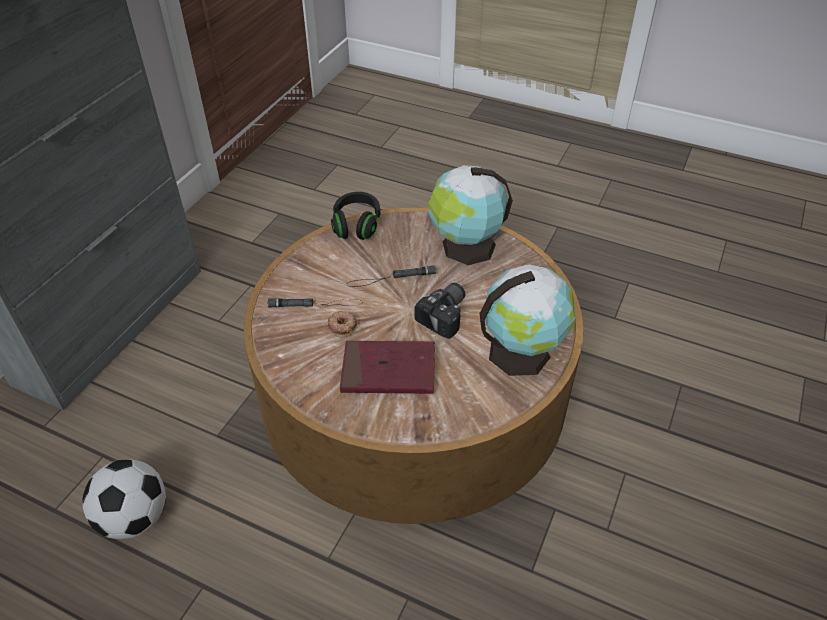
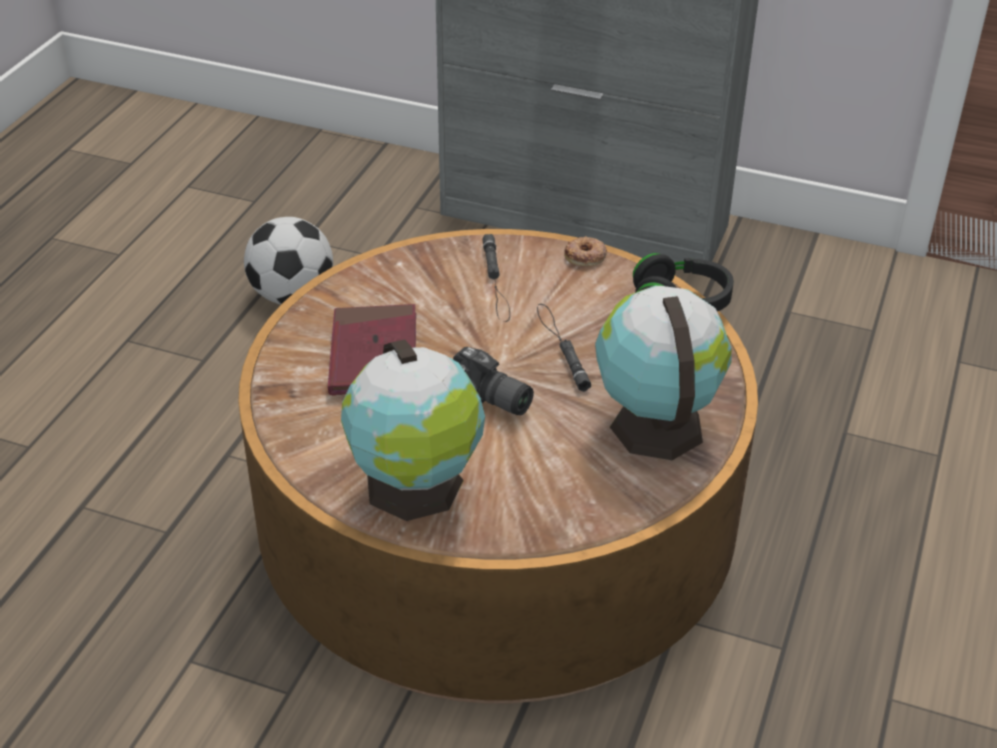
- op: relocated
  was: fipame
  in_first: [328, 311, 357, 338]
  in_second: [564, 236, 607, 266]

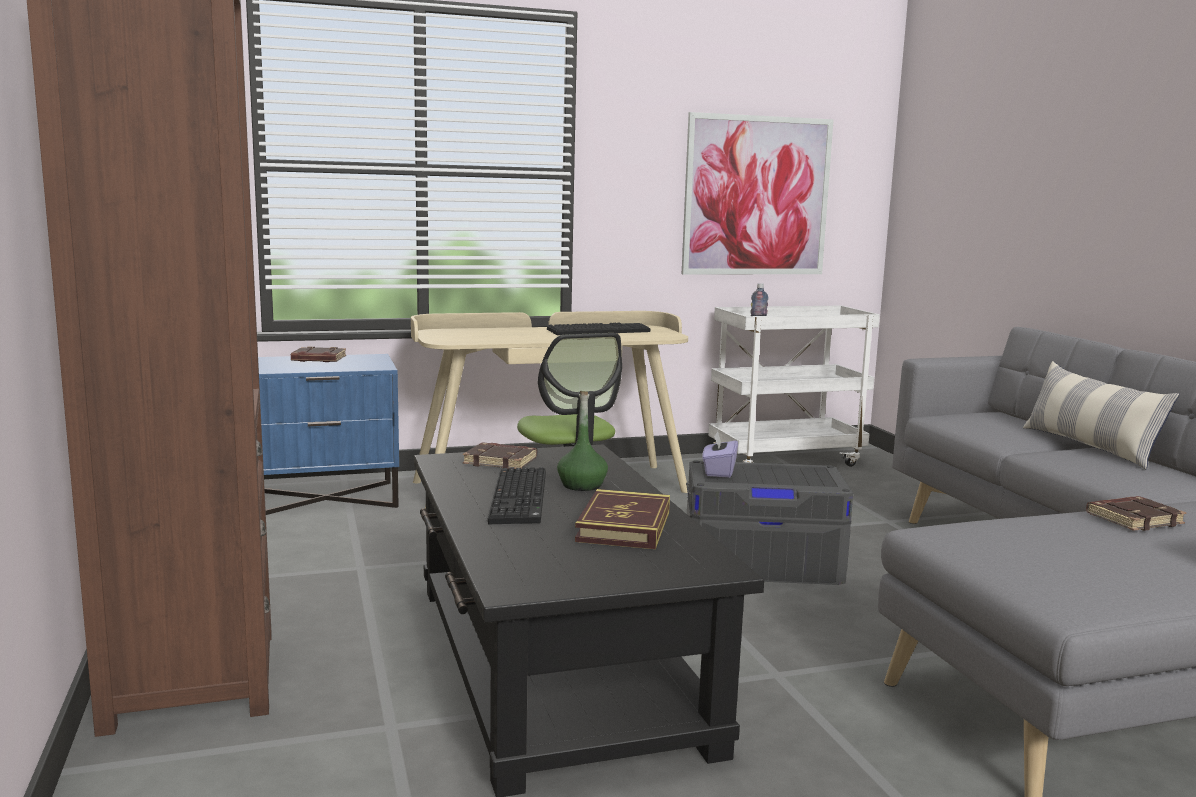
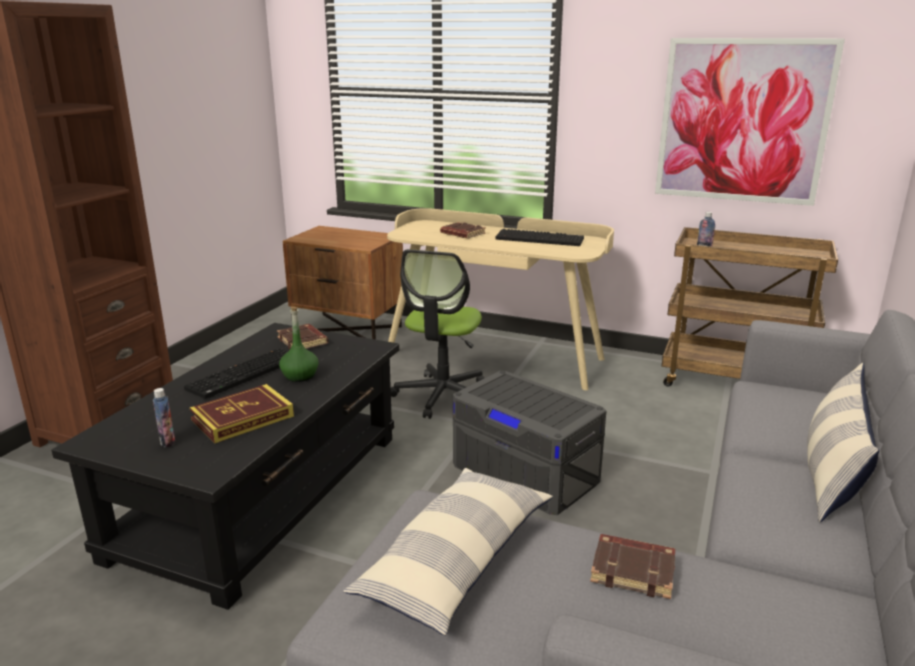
- op: missing
  was: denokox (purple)
  in_first: [702, 431, 738, 478]
- op: appeared
  now: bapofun
  in_second: [153, 388, 175, 448]
- op: appeared
  now: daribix
  in_second: [343, 468, 553, 636]
- op: relocated
  was: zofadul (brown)
  in_first: [291, 346, 346, 362]
  in_second: [440, 222, 486, 238]
- op: colour
  was: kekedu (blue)
  now: kekedu (brown)
  in_first: [258, 354, 399, 515]
  in_second: [283, 226, 403, 340]
- op: colour
  was: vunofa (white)
  now: vunofa (brown)
  in_first: [708, 306, 880, 467]
  in_second: [662, 227, 838, 386]

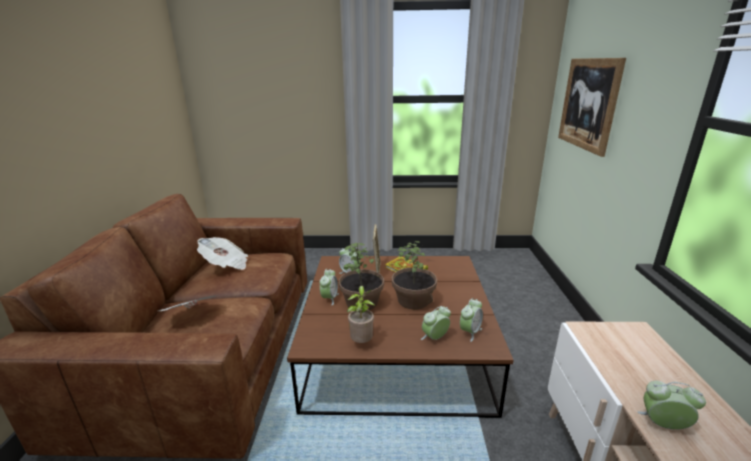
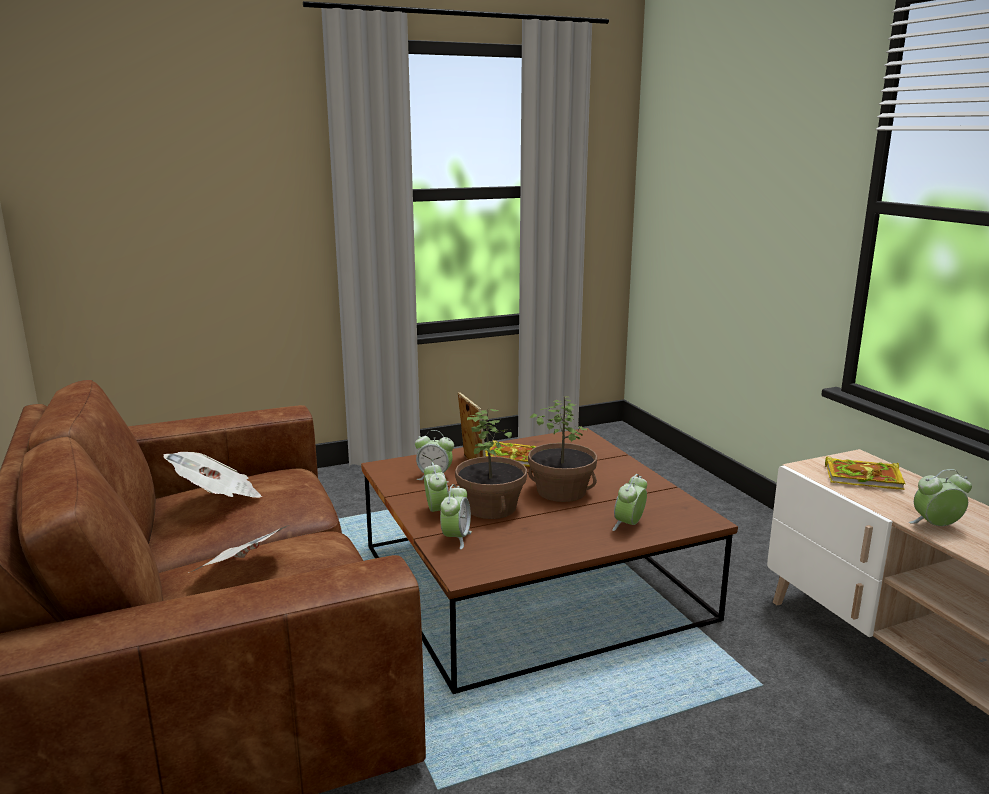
- op: missing
  was: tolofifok
  in_first: [347, 286, 375, 343]
- op: missing
  was: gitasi
  in_first: [558, 58, 626, 157]
- op: appeared
  now: zofadul
  in_second: [825, 456, 906, 490]
- op: relocated
  was: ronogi
  in_first: [460, 298, 483, 342]
  in_second: [440, 484, 472, 549]

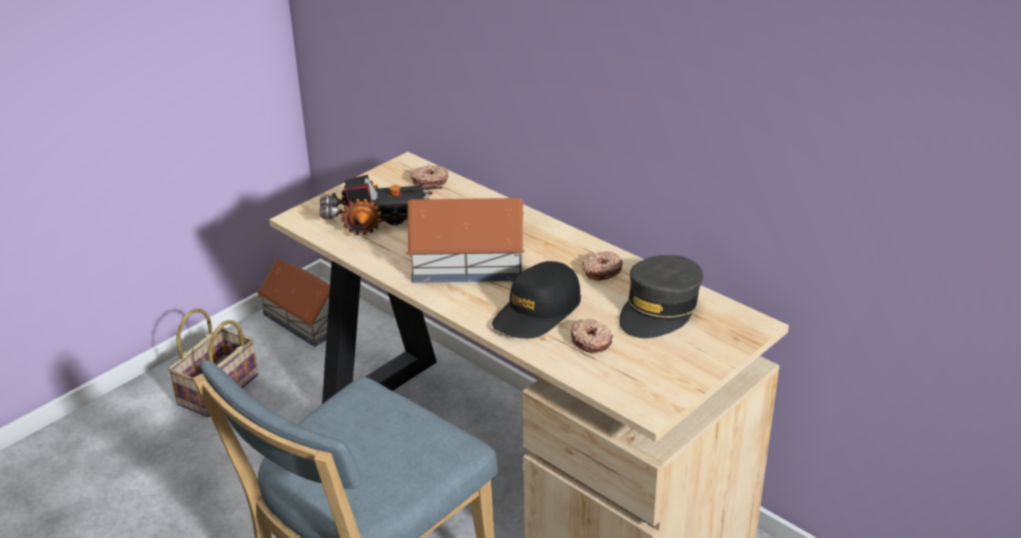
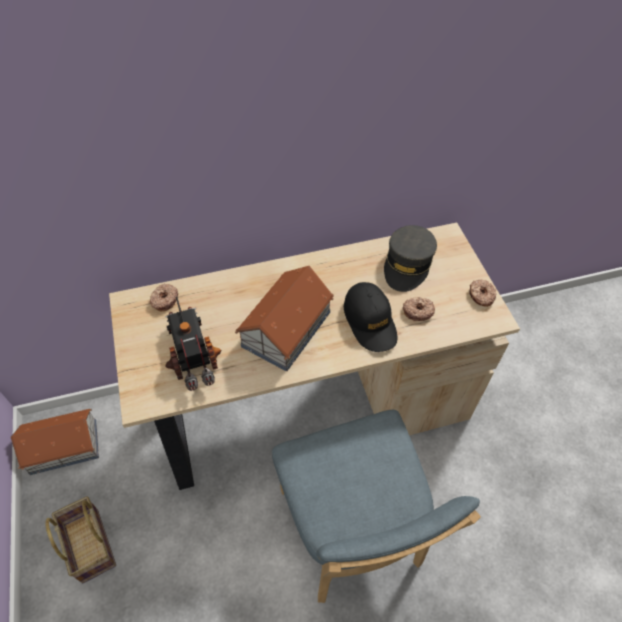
- op: relocated
  was: fipame
  in_first: [582, 251, 623, 281]
  in_second: [469, 280, 496, 307]
- op: spun
  was: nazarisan
  in_first: [319, 174, 442, 235]
  in_second: [165, 297, 221, 391]
  clockwise: -45
- op: spun
  was: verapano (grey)
  in_first: [619, 255, 703, 338]
  in_second: [384, 225, 437, 292]
  clockwise: 45

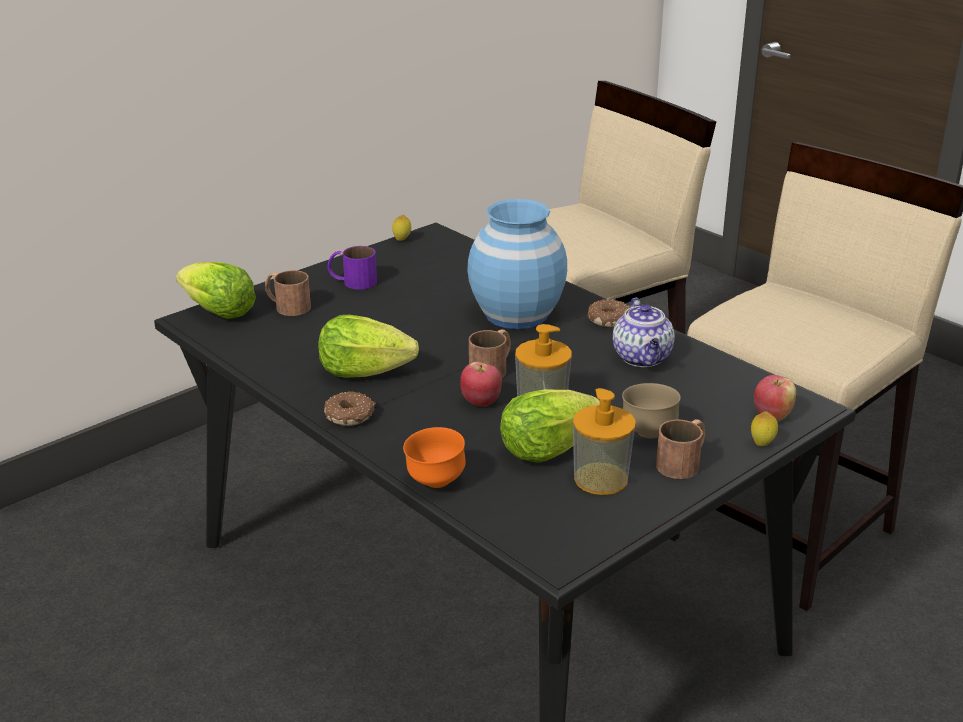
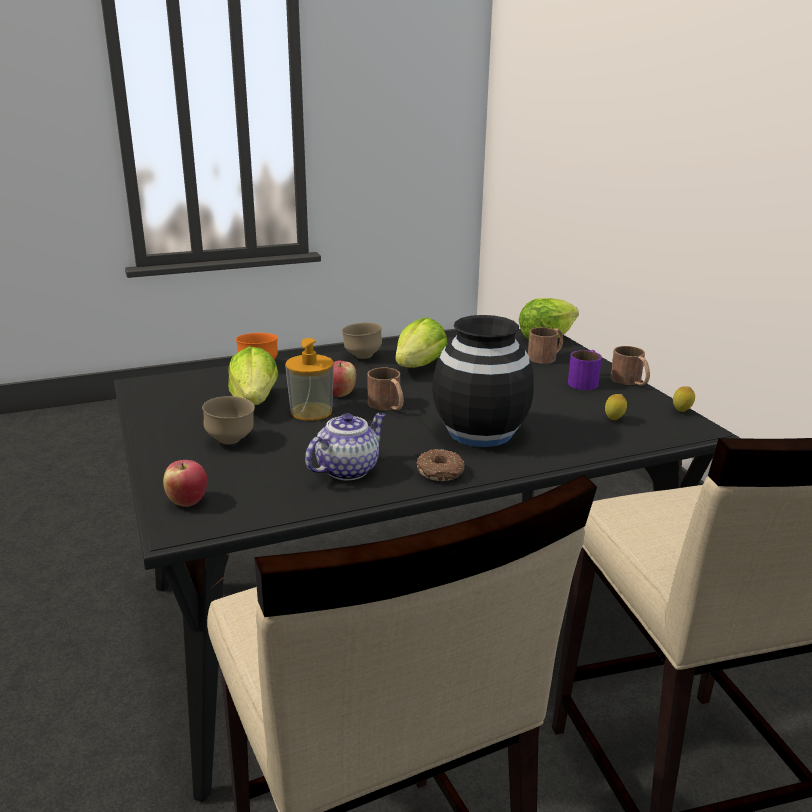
- op: missing
  was: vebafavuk
  in_first: [573, 388, 636, 495]
- op: relocated
  was: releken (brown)
  in_first: [656, 419, 705, 479]
  in_second: [610, 346, 650, 385]
- op: relocated
  was: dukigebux
  in_first: [751, 411, 778, 446]
  in_second: [605, 394, 627, 420]
- op: exchanged
  was: fipame
  now: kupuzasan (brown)
  in_first: [324, 391, 376, 426]
  in_second: [342, 323, 382, 359]
- op: colour
  was: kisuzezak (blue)
  now: kisuzezak (black)
  in_first: [468, 199, 567, 329]
  in_second: [432, 315, 534, 447]
- op: spun
  was: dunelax
  in_first: [613, 298, 675, 367]
  in_second: [305, 413, 386, 480]
  clockwise: 120

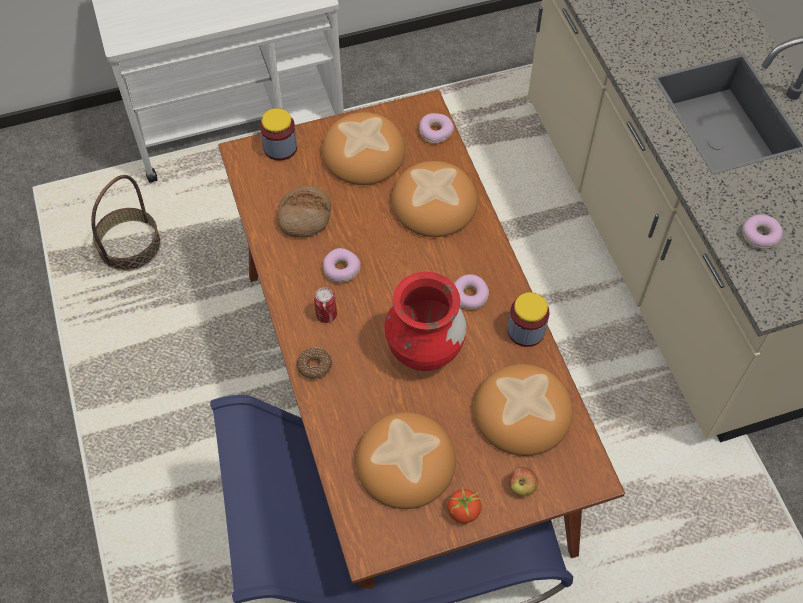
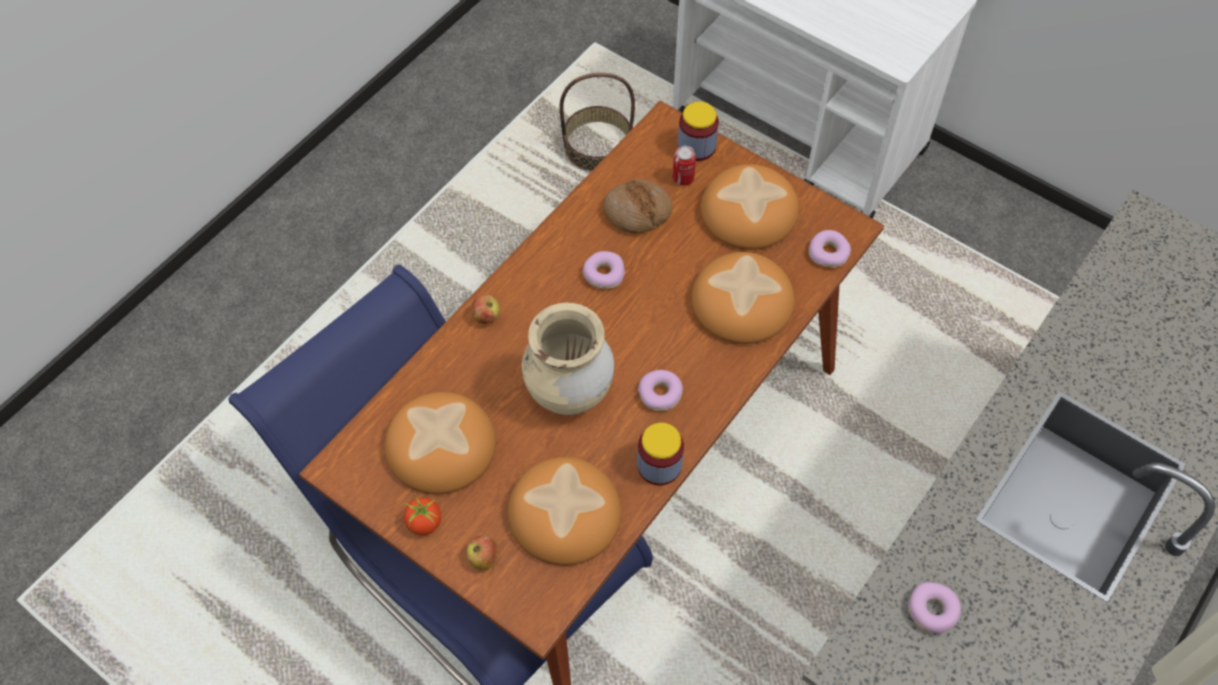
- op: relocated
  was: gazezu
  in_first: [314, 288, 337, 323]
  in_second: [672, 146, 696, 186]
- op: exchanged
  was: fipame
  now: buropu
  in_first: [296, 347, 332, 379]
  in_second: [471, 294, 500, 324]
- op: colour
  was: kisuzezak (red)
  now: kisuzezak (beige)
  in_first: [385, 272, 466, 371]
  in_second: [522, 303, 614, 415]

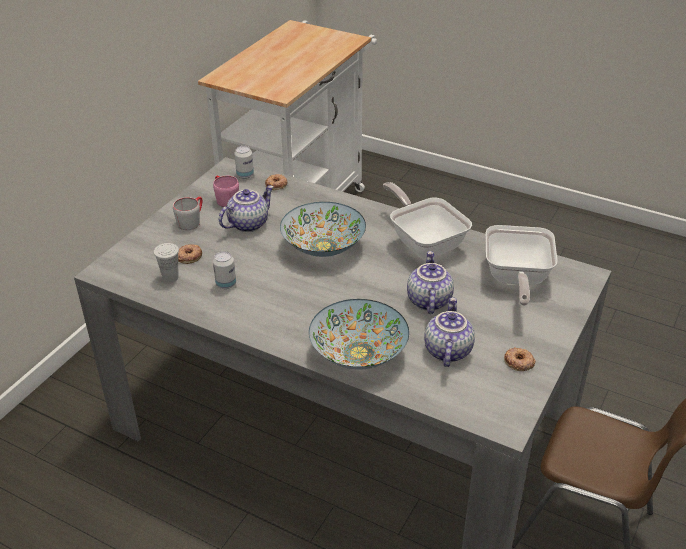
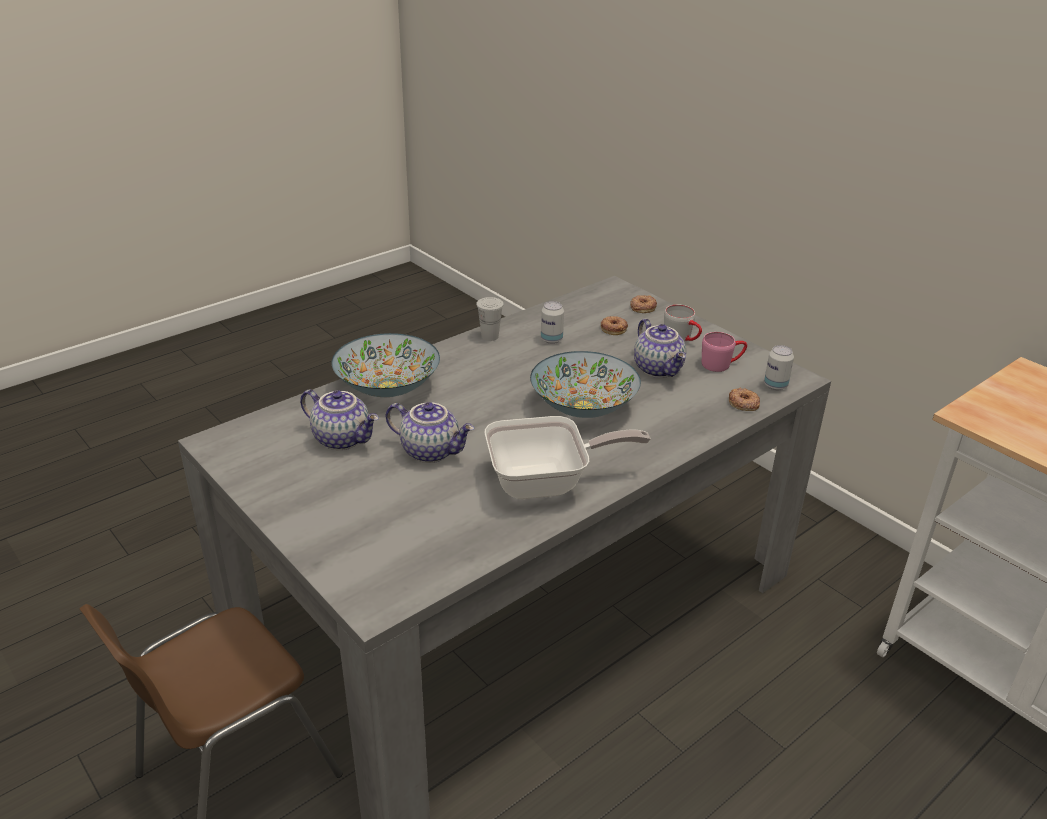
- op: missing
  was: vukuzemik
  in_first: [486, 225, 558, 306]
- op: relocated
  was: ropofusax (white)
  in_first: [154, 243, 179, 283]
  in_second: [476, 297, 504, 341]
- op: relocated
  was: fipame
  in_first: [504, 347, 536, 371]
  in_second: [630, 295, 657, 313]

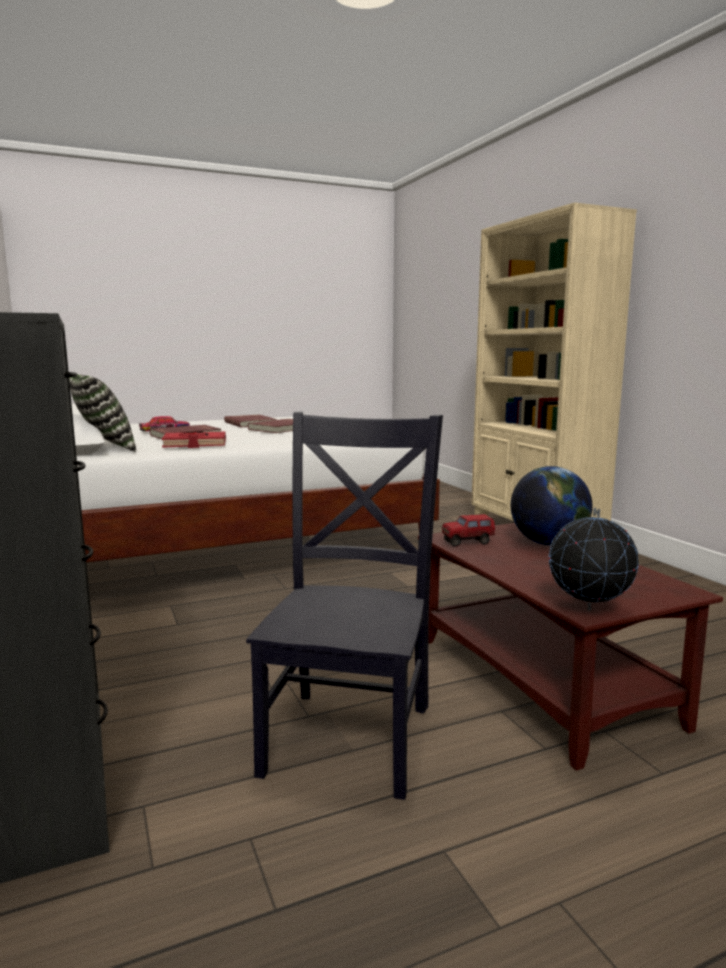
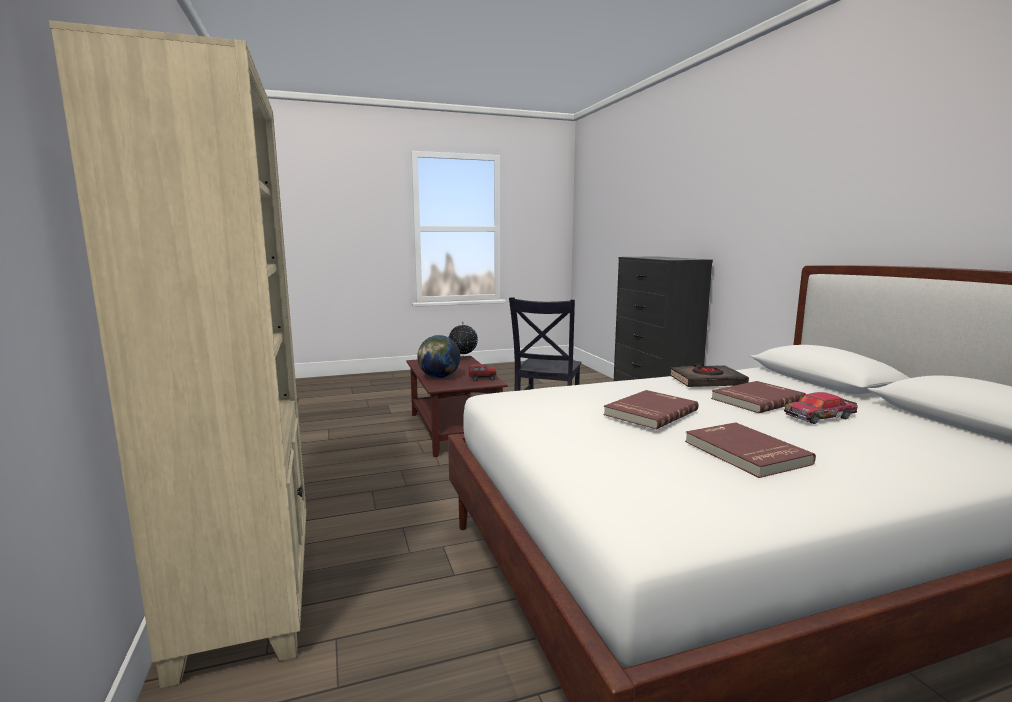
- op: missing
  was: daribix
  in_first: [69, 374, 136, 452]
- op: colour
  was: zofadul (red)
  now: zofadul (black)
  in_first: [162, 431, 226, 448]
  in_second: [669, 364, 749, 387]

